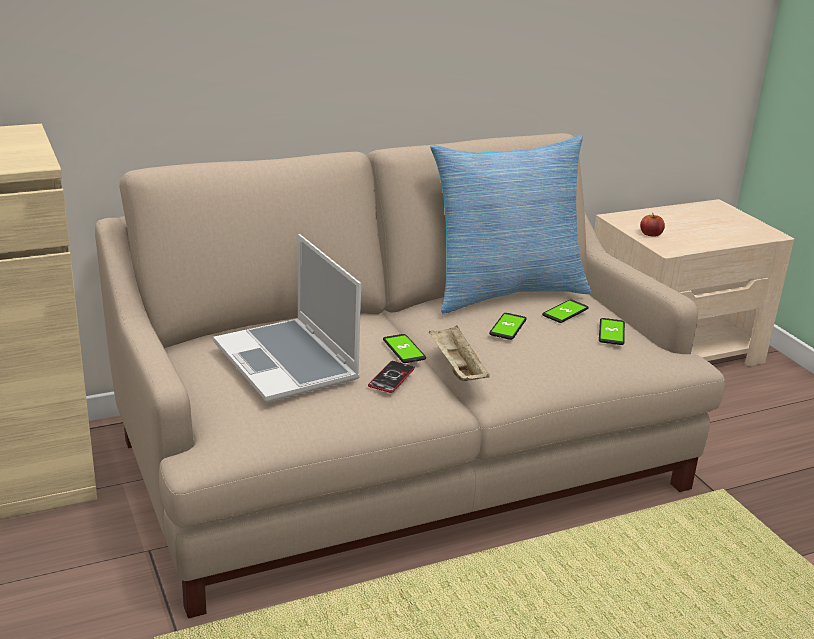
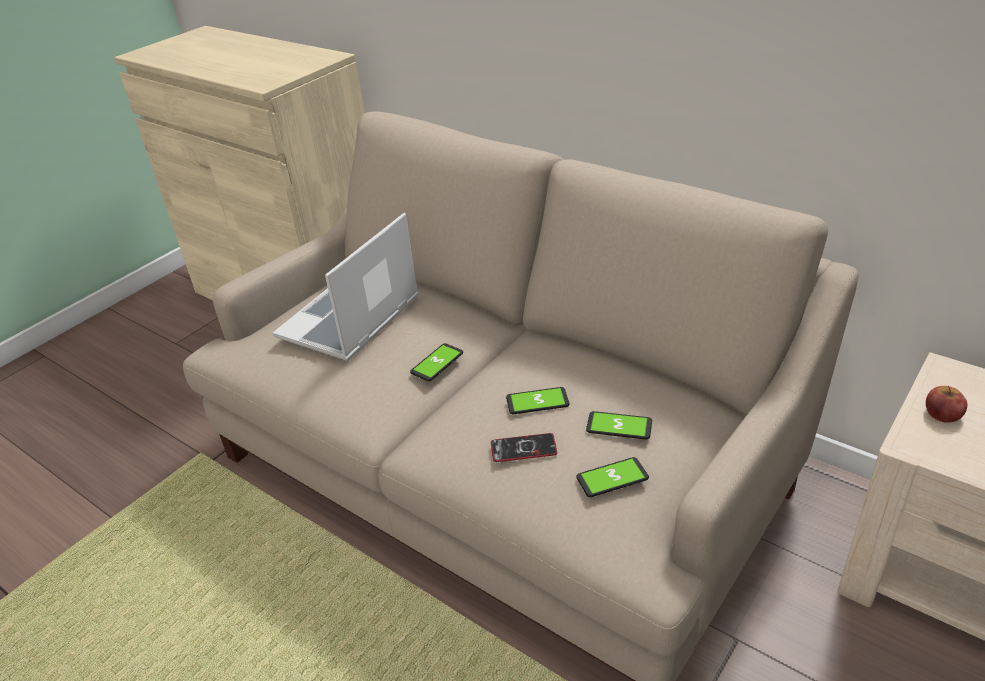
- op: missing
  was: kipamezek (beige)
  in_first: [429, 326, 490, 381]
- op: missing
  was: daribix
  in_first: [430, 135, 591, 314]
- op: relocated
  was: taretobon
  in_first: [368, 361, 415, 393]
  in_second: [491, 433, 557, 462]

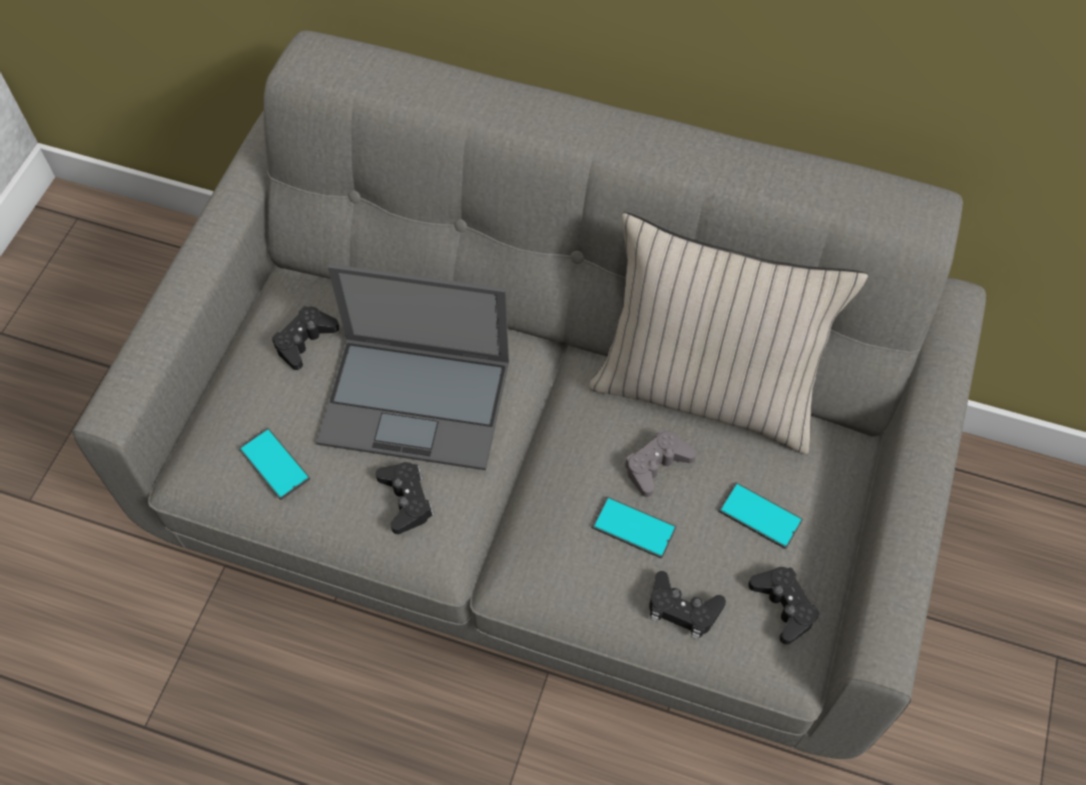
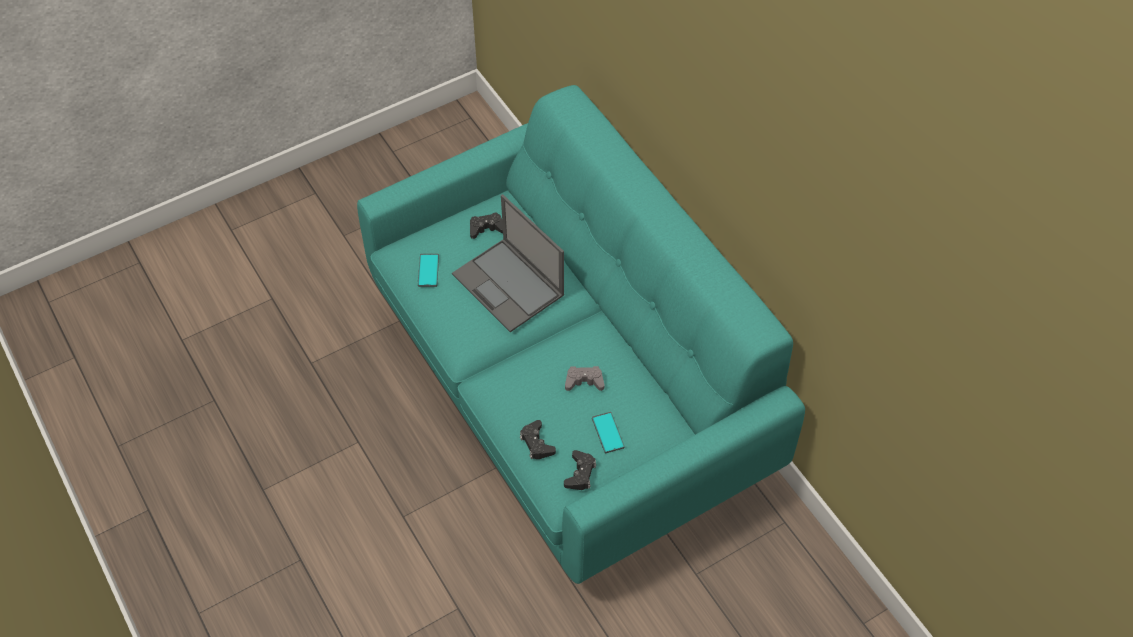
- op: missing
  was: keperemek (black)
  in_first: [376, 462, 434, 534]
- op: missing
  was: daribix (beige)
  in_first: [589, 212, 868, 454]
- op: missing
  was: taretobon
  in_first: [592, 497, 676, 558]
- op: colour
  was: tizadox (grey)
  now: tizadox (turquoise)
  in_first: [72, 30, 986, 759]
  in_second: [357, 85, 805, 584]

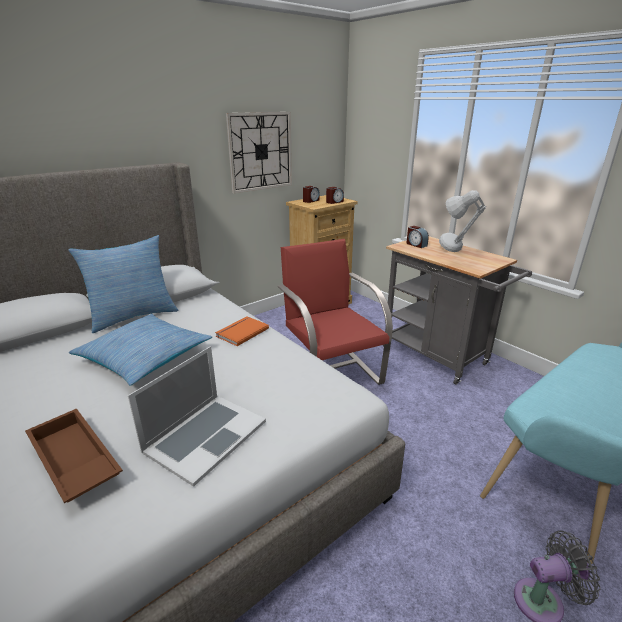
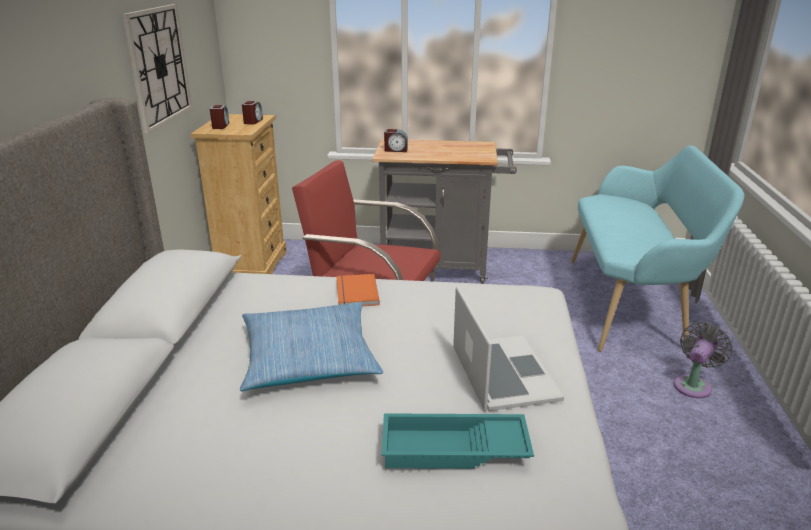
- op: missing
  was: daribix
  in_first: [68, 235, 179, 333]
- op: missing
  was: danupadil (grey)
  in_first: [439, 190, 486, 252]
- op: colour
  was: kipamezek (brown)
  now: kipamezek (turquoise)
  in_first: [25, 408, 123, 503]
  in_second: [381, 413, 534, 469]

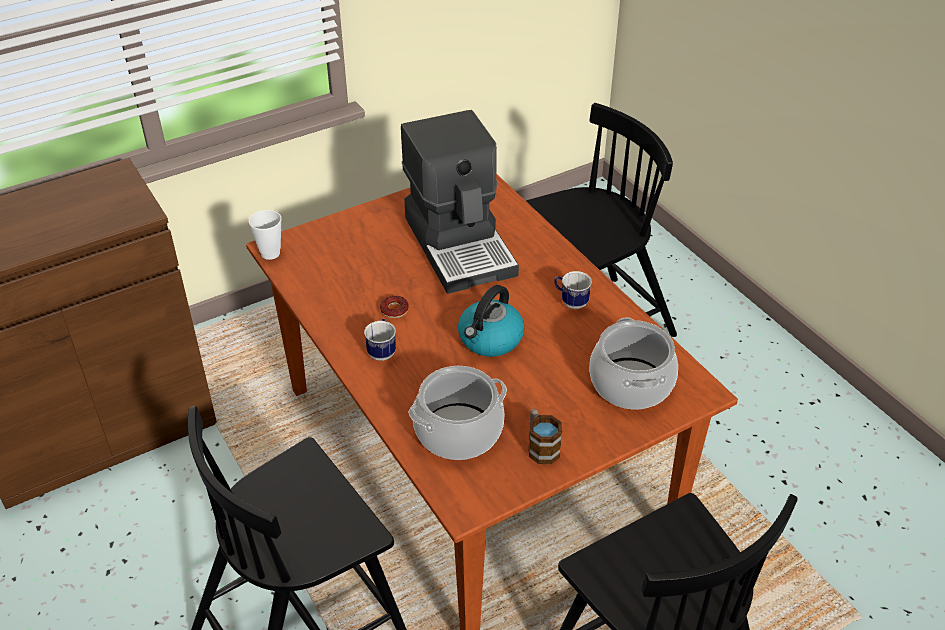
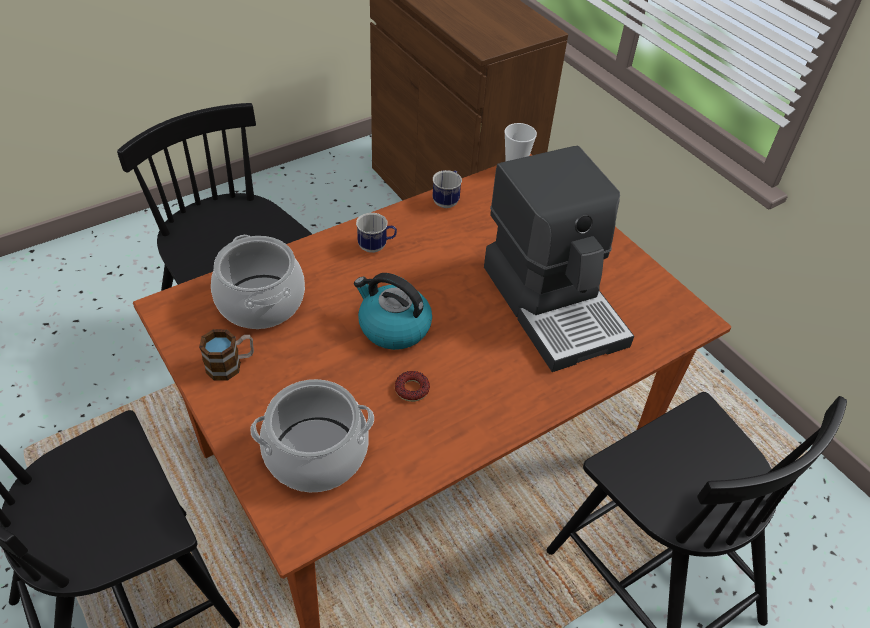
- op: relocated
  was: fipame
  in_first: [380, 296, 409, 318]
  in_second: [395, 371, 430, 402]
- op: relocated
  was: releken
  in_first: [554, 271, 592, 309]
  in_second: [433, 170, 462, 208]
- op: spun
  was: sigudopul
  in_first: [401, 110, 519, 294]
  in_second: [484, 146, 634, 372]
  clockwise: -90

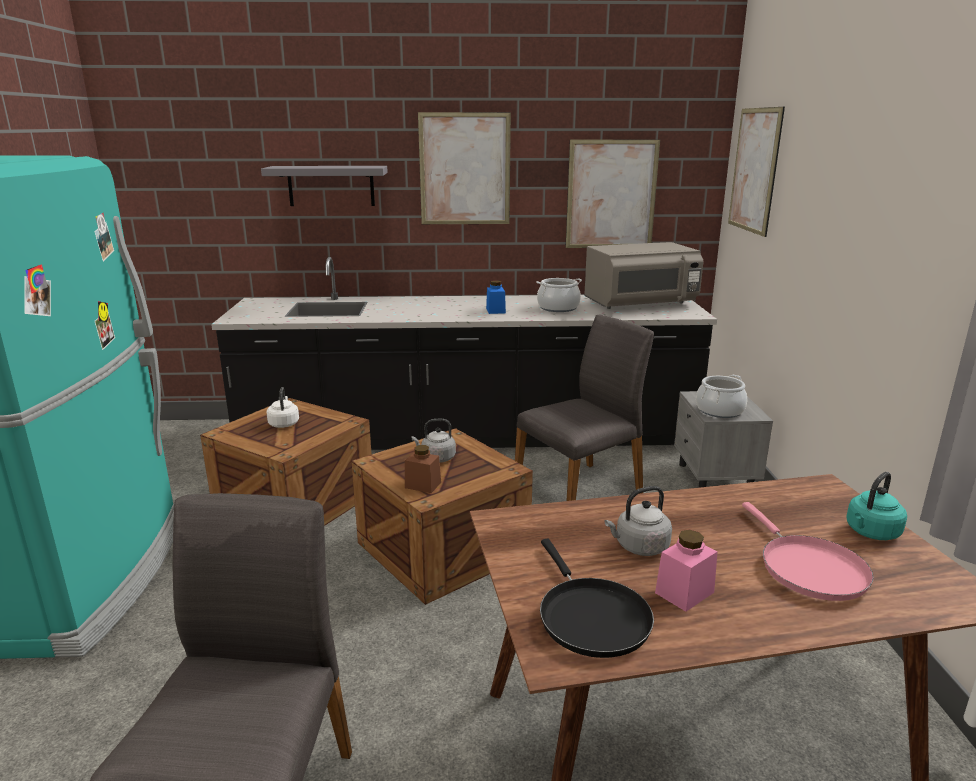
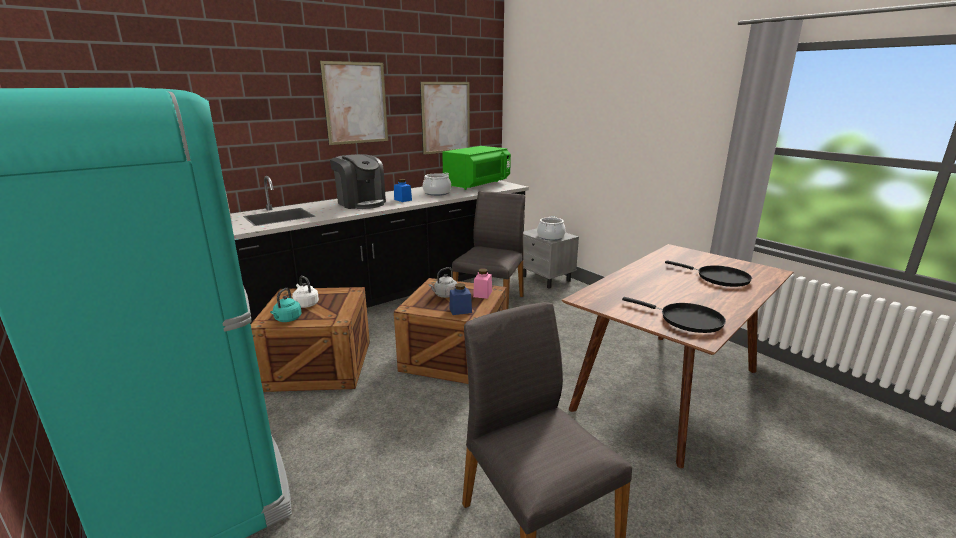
- op: missing
  was: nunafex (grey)
  in_first: [261, 166, 388, 206]
- op: missing
  was: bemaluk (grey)
  in_first: [605, 486, 672, 556]
- op: missing
  was: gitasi
  in_first: [728, 107, 785, 237]
- op: appeared
  now: sigudopul
  in_second: [330, 154, 386, 209]
- op: relocated
  was: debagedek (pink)
  in_first: [655, 530, 718, 612]
  in_second: [473, 268, 492, 299]
- op: relocated
  was: bemaluk (turquoise)
  in_first: [846, 472, 907, 540]
  in_second: [270, 288, 302, 322]
- op: colour
  was: debagedek (brown)
  now: debagedek (blue)
  in_first: [405, 445, 441, 493]
  in_second: [449, 283, 472, 315]
- op: colour
  was: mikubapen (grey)
  now: mikubapen (green)
  in_first: [584, 242, 703, 309]
  in_second: [442, 146, 511, 190]
- op: colour
  was: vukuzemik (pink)
  now: vukuzemik (black)
  in_first: [742, 502, 874, 601]
  in_second: [665, 260, 752, 287]

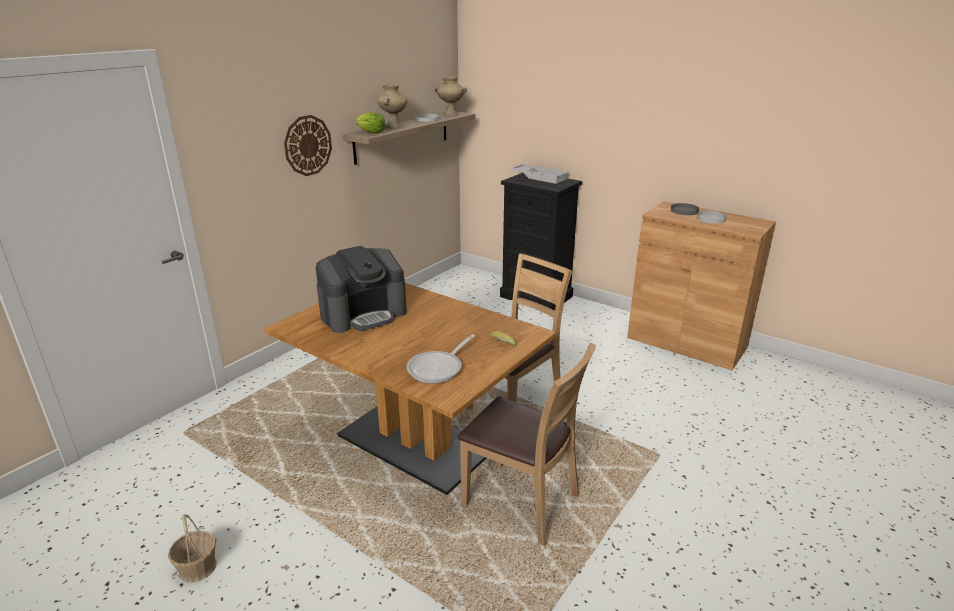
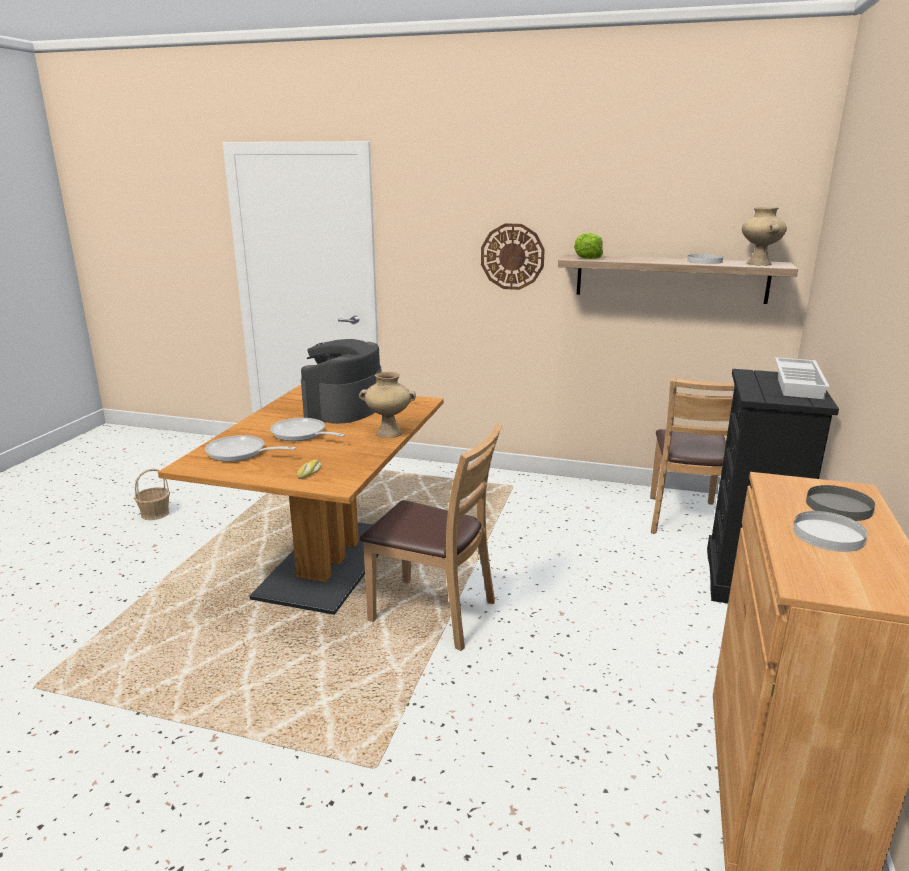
- op: appeared
  now: vukuzemik
  in_second: [270, 418, 346, 441]
- op: relocated
  was: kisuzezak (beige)
  in_first: [377, 85, 408, 128]
  in_second: [359, 372, 416, 438]
- op: relocated
  was: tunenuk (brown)
  in_first: [457, 343, 596, 546]
  in_second: [650, 378, 734, 534]
- op: spun
  was: sigudopul
  in_first: [316, 246, 407, 333]
  in_second: [301, 339, 382, 424]
  clockwise: 75

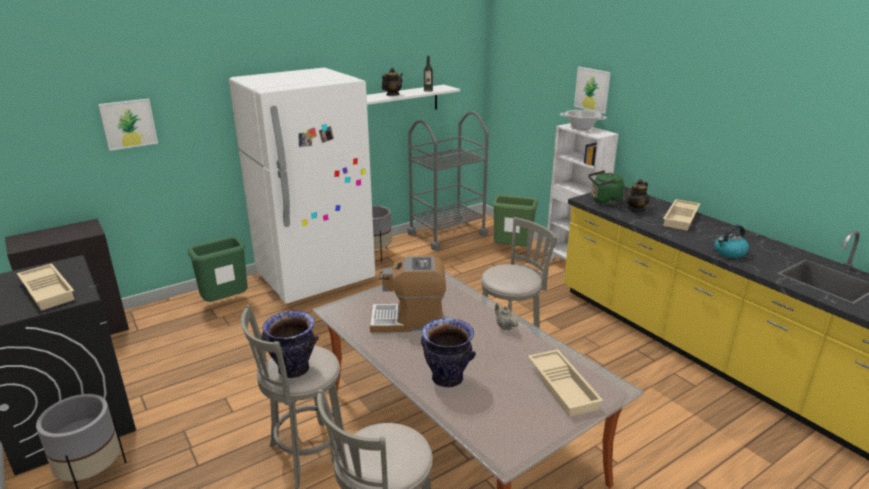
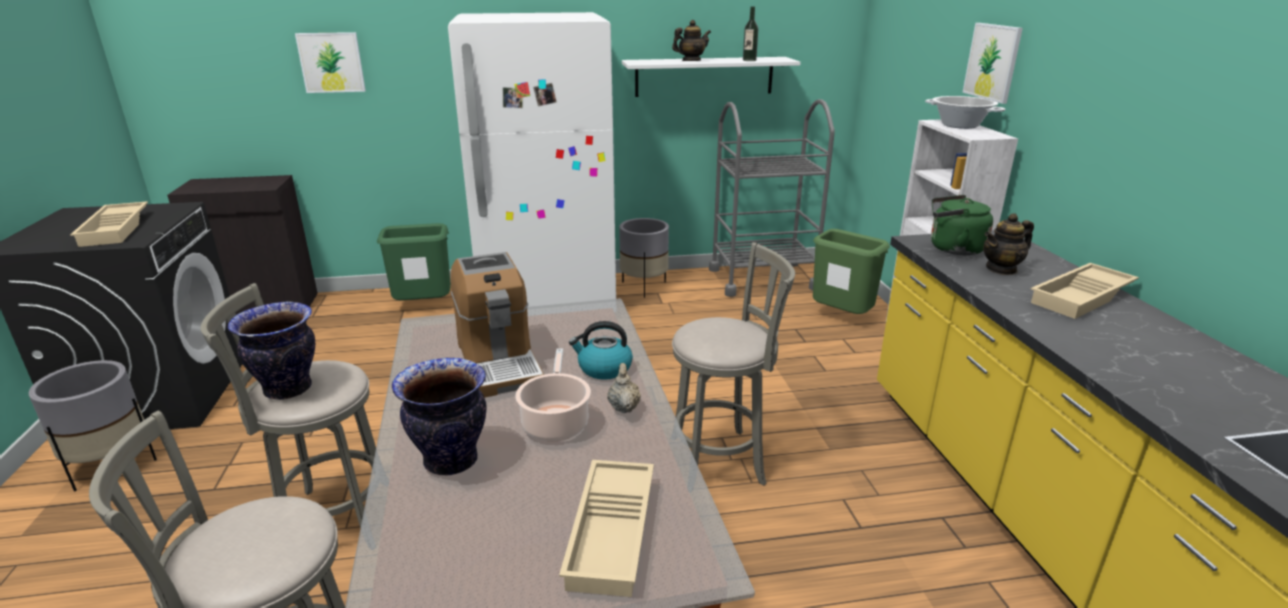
- op: appeared
  now: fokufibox
  in_second: [515, 348, 591, 441]
- op: relocated
  was: bemaluk
  in_first: [714, 225, 749, 258]
  in_second: [569, 321, 633, 380]
- op: spun
  was: sigudopul
  in_first: [370, 256, 446, 333]
  in_second: [450, 252, 544, 398]
  clockwise: -135

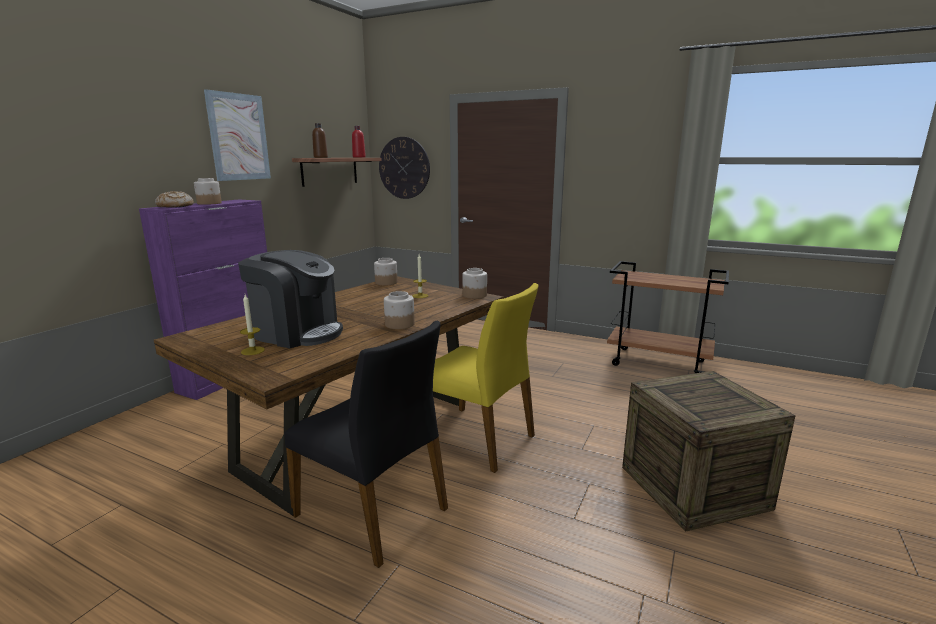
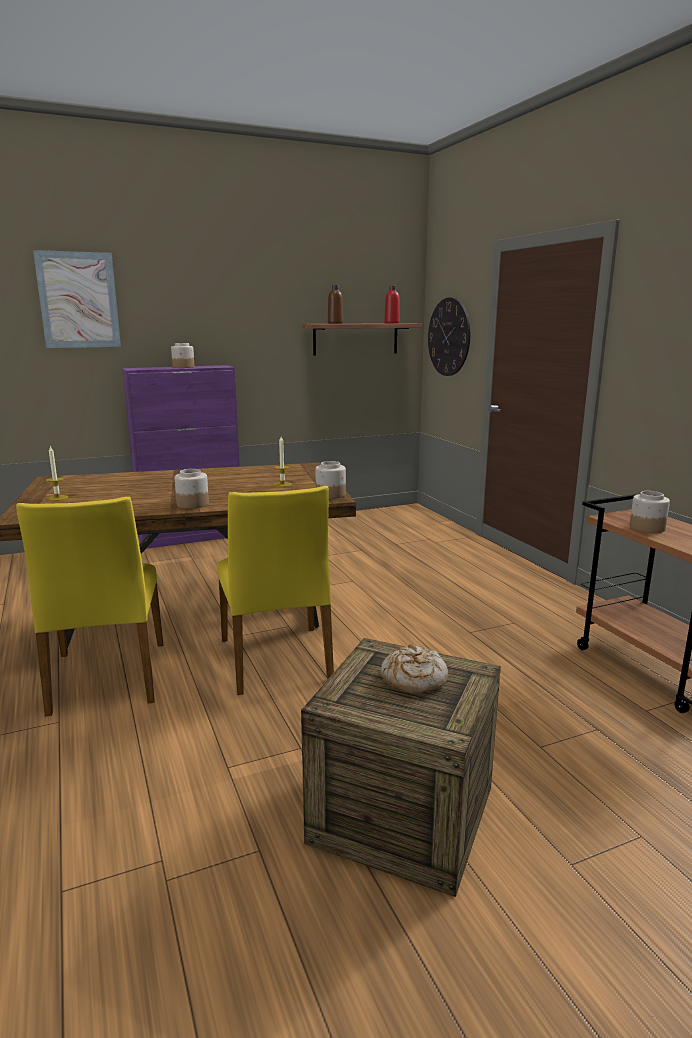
- op: missing
  was: sigudopul
  in_first: [238, 250, 343, 348]
- op: relocated
  was: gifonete
  in_first: [155, 191, 194, 208]
  in_second: [381, 644, 448, 694]
- op: relocated
  was: gitasi
  in_first: [204, 89, 271, 181]
  in_second: [33, 250, 121, 348]
- op: relocated
  was: debagedek
  in_first: [374, 258, 398, 285]
  in_second: [630, 491, 670, 533]
- op: colour
  was: tunenuk (black)
  now: tunenuk (yellow)
  in_first: [285, 321, 448, 568]
  in_second: [16, 497, 163, 717]

